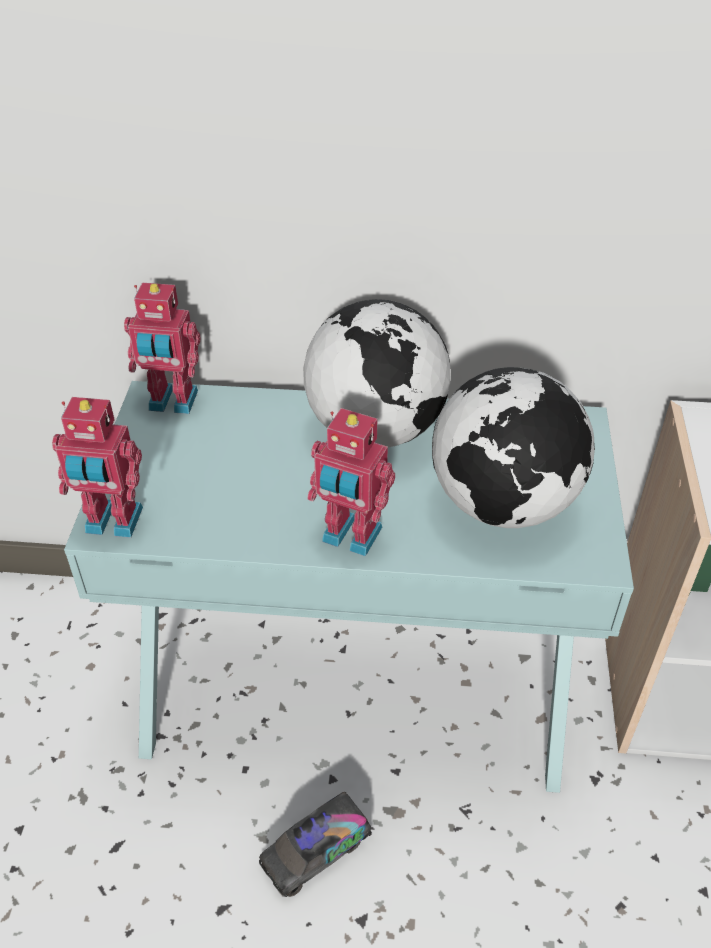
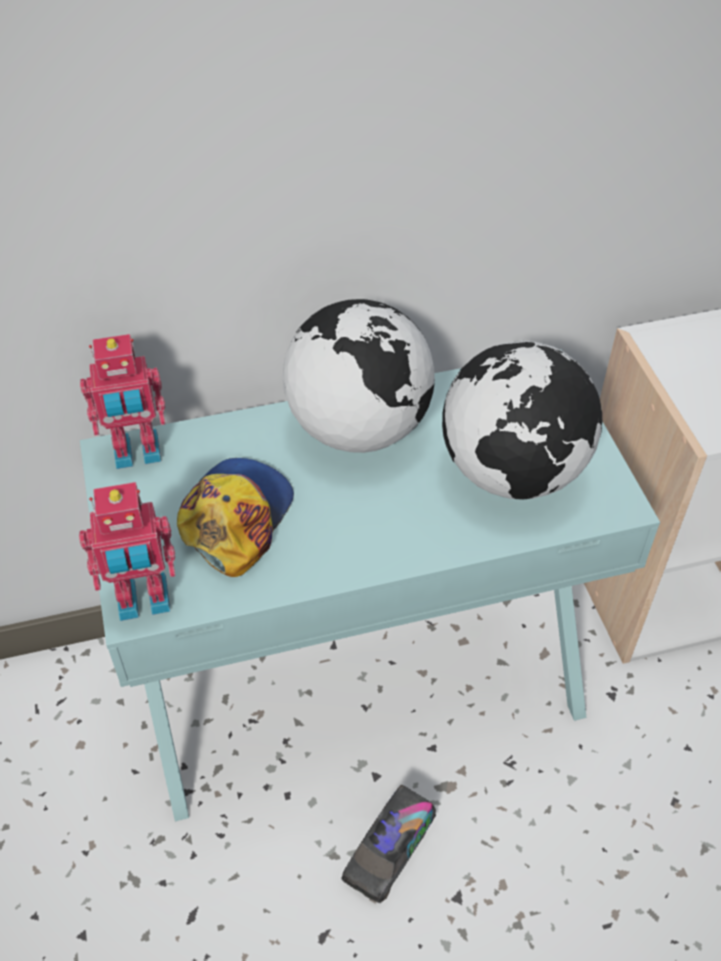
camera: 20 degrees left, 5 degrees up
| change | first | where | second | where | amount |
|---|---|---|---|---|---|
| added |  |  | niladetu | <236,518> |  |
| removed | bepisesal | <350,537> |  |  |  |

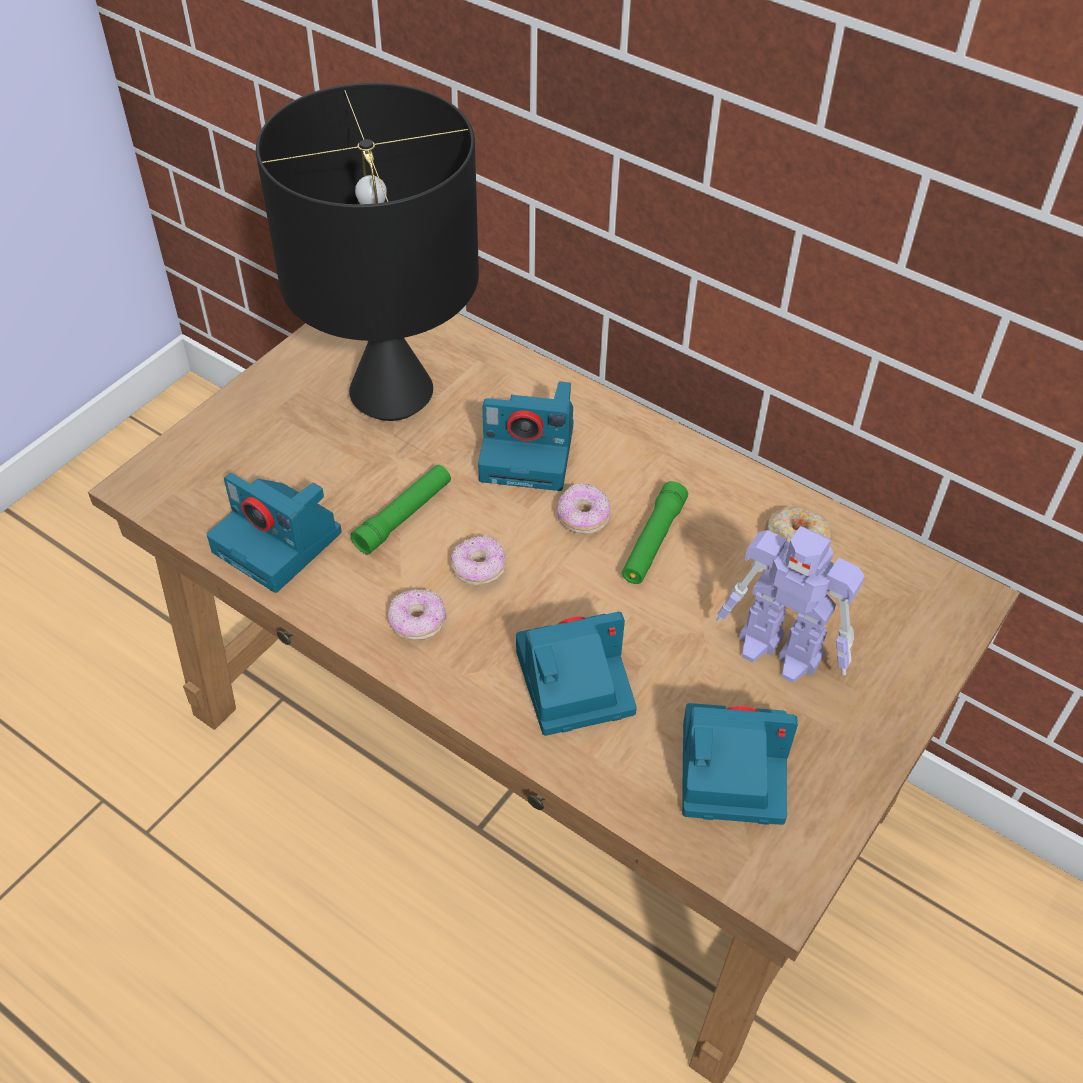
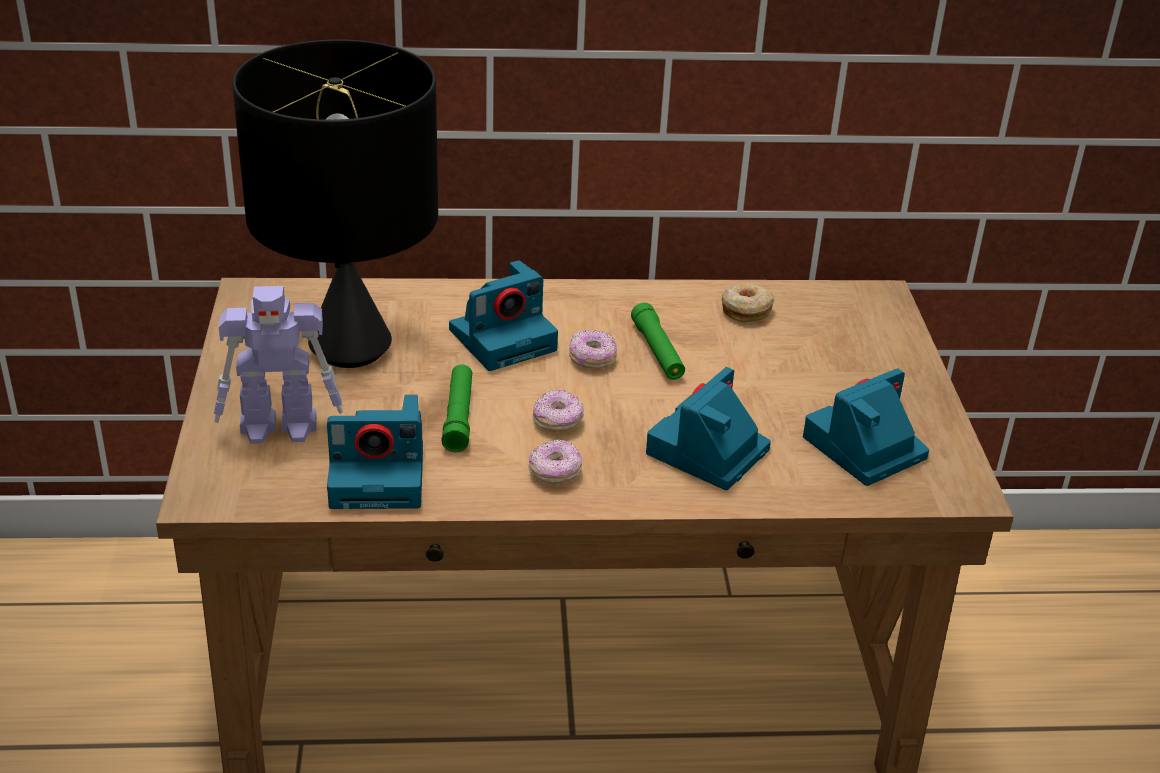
camera: 40 degrees left, 15 degrees down
| change | first | where | second | where | amount |
|---|---|---|---|---|---|
| moved | bepisesal | <781,652> |  | <281,427> |  |

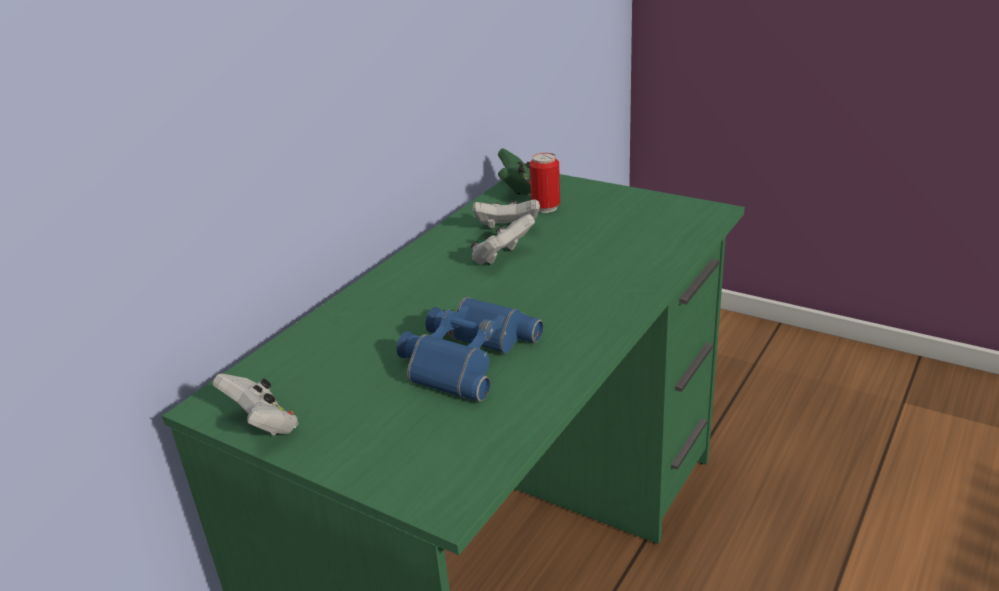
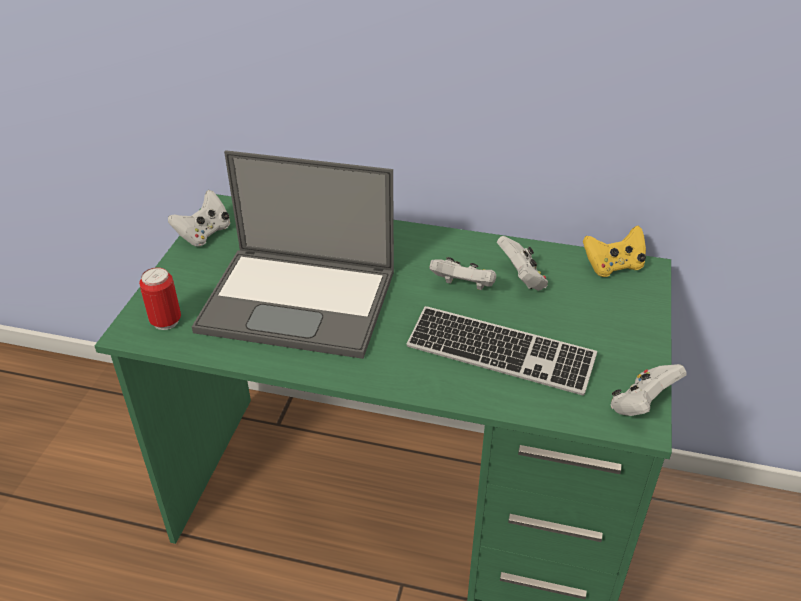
camera: 70 degrees right, 10 degrees up
| change | first | where | second | where | amount |
|---|---|---|---|---|---|
| moved | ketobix | <546,208> |  | <166,321> |  |
| replaced | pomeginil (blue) | <464,356> | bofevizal | <301,301> |  |
| added |  |  | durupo | <500,353> |  |
| recoloured | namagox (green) | <516,188> | namagox (yellow) | <613,266> |  |
| added |  |  | namagox (white) | <641,405> |  |

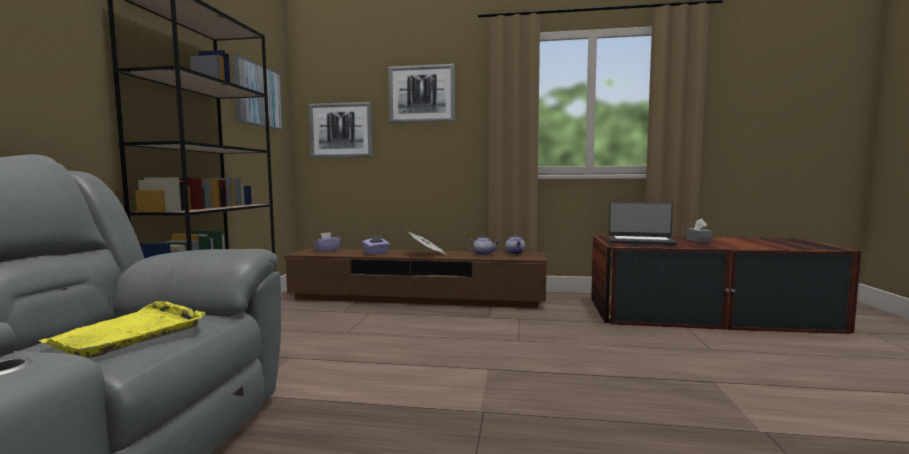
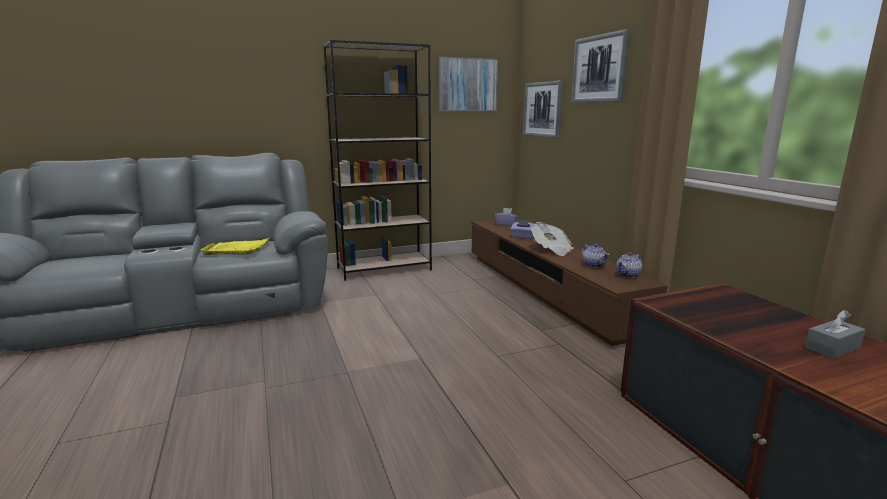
camera: 60 degrees right, 10 degrees up
| change | first | where | second | where | amount |
|---|---|---|---|---|---|
| removed | bofevizal | <641,241> |  |  |  |

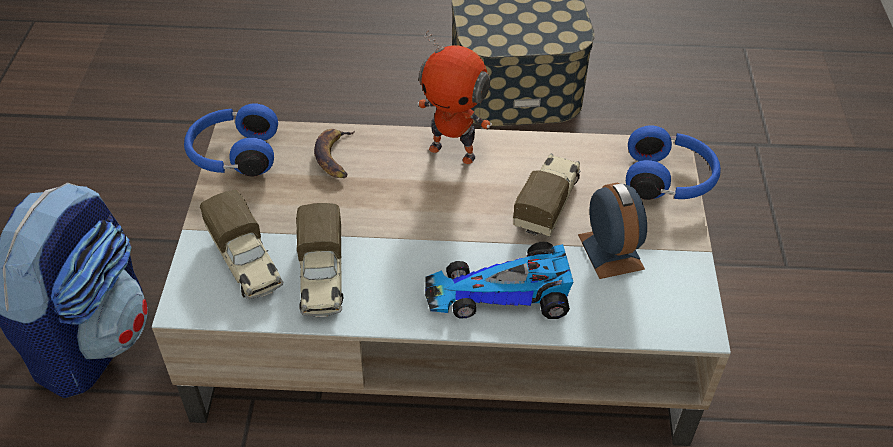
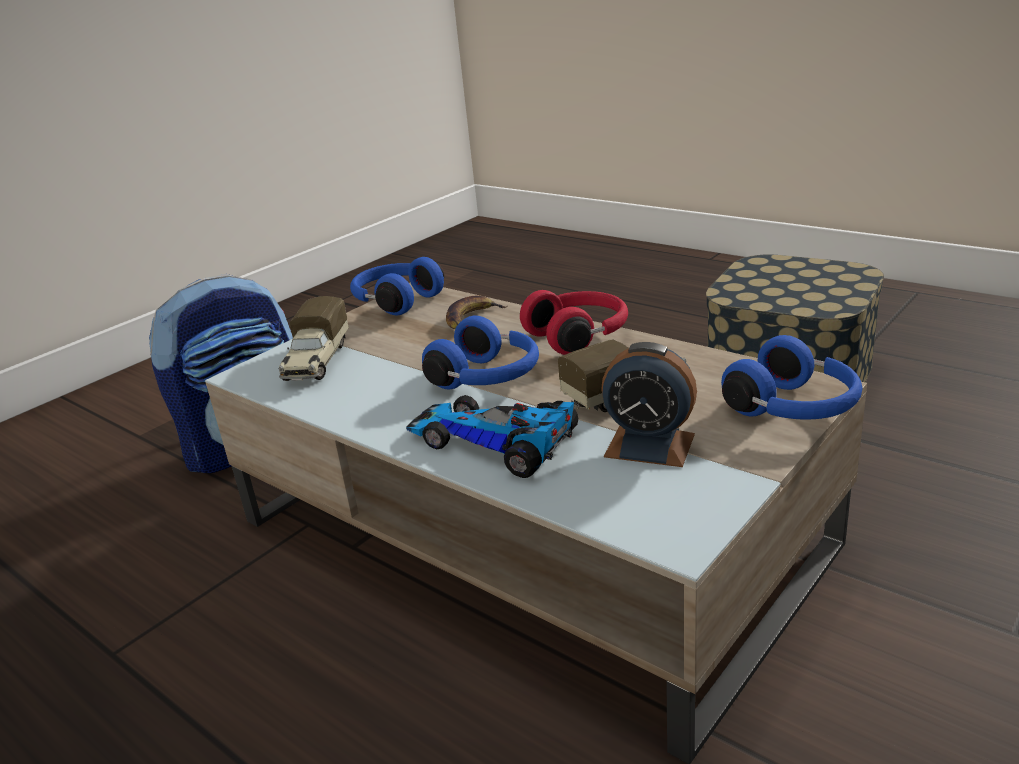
camera: 40 degrees right, 20 degrees down
| change | first | where | second | where | amount |
|---|---|---|---|---|---|
| added |  |  | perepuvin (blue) | <488,378> |  |
| replaced | bepisesal | <453,151> | perepuvin (red) | <579,336> |  |
| turned | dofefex | <610,252> |  | <649,445> | 90 degrees clockwise |
| removed | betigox | <322,277> |  |  |  |

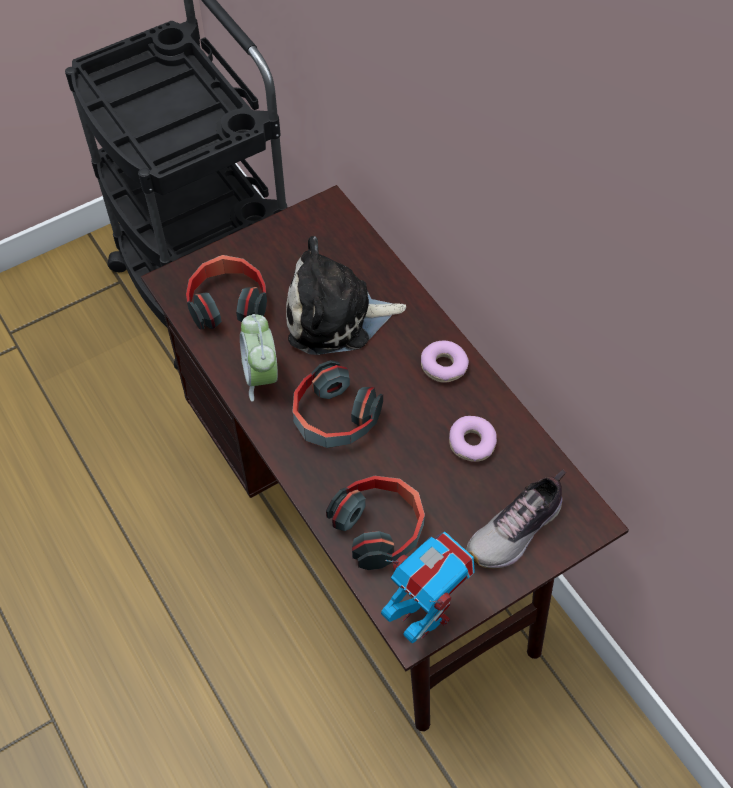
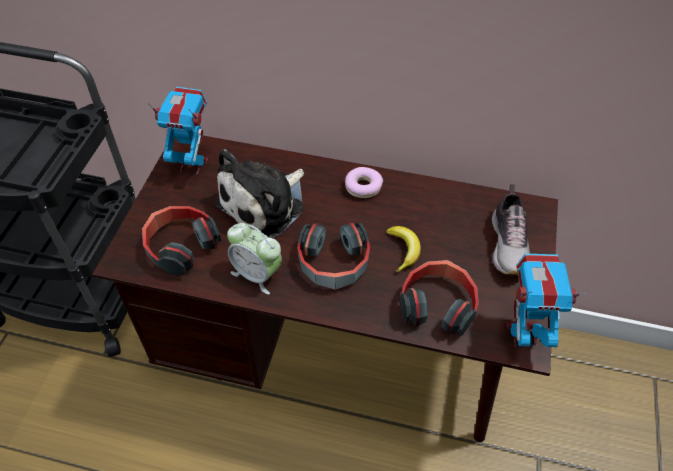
camera: 45 degrees left, 5 degrees down
| change | first | where | second | where | amount |
|---|---|---|---|---|---|
| added |  |  | bepisesal | <192,164> |  |
| added |  |  | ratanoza | <403,250> |  |
| removed | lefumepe | <471,443> |  |  |  |

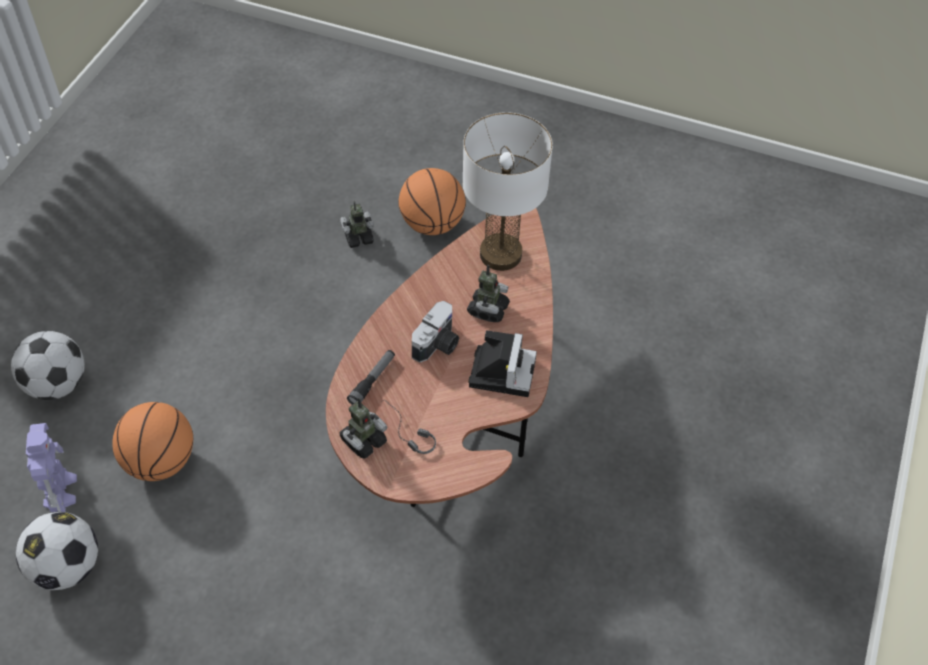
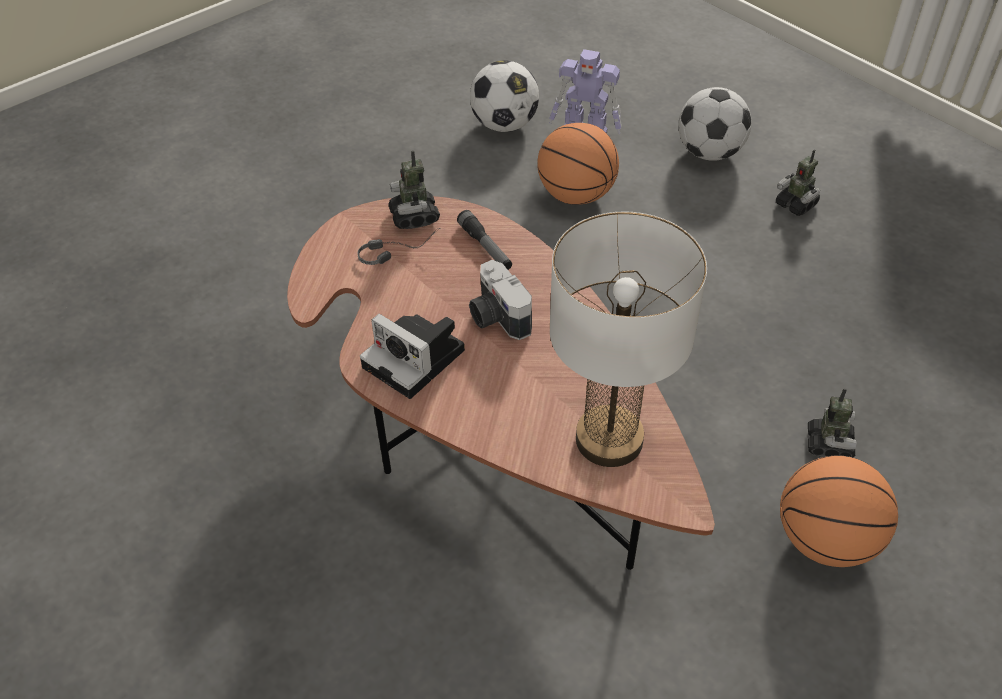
camera: 120 degrees right, 5 degrees down
| change | first | where | second | where | amount |
|---|---|---|---|---|---|
| moved | bepisesal | <488,310> |  | <796,205> |  |

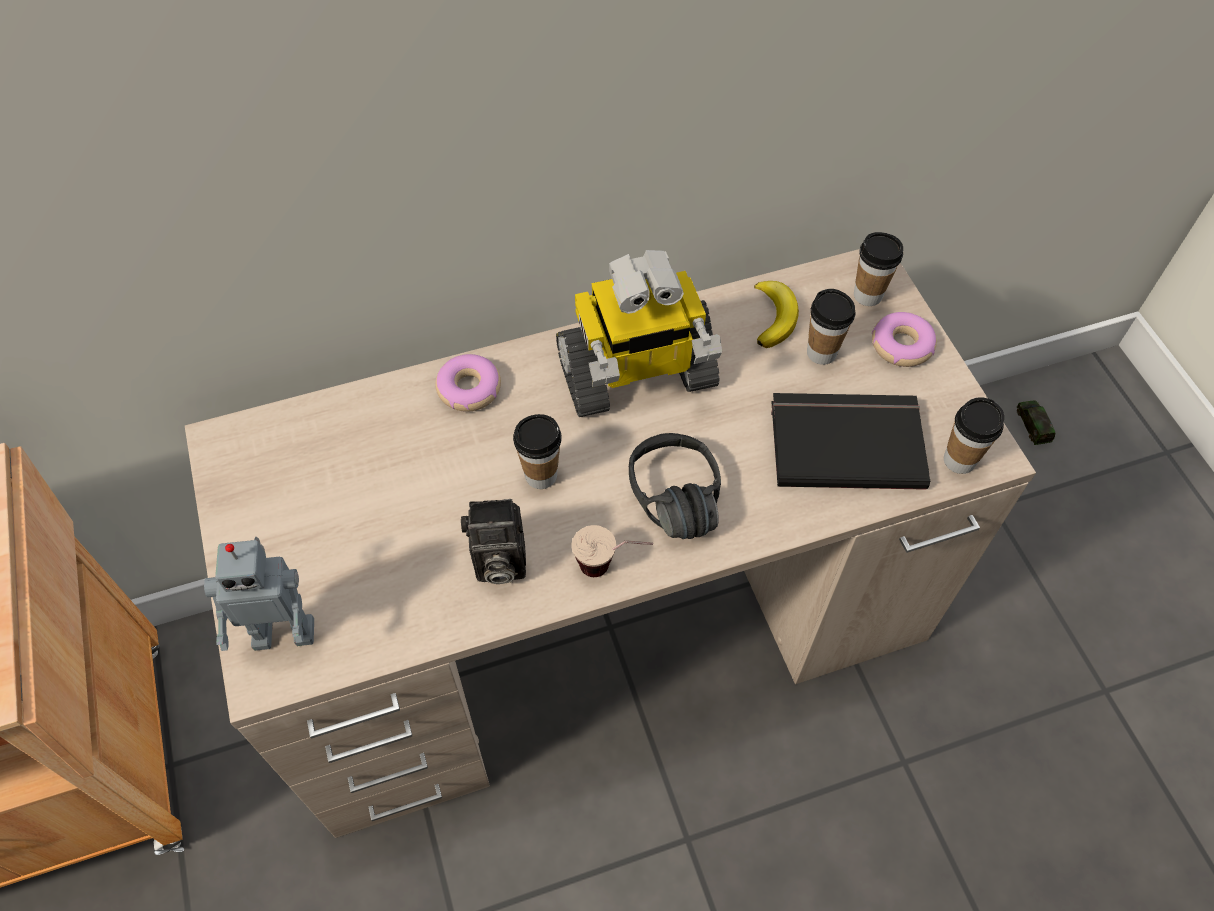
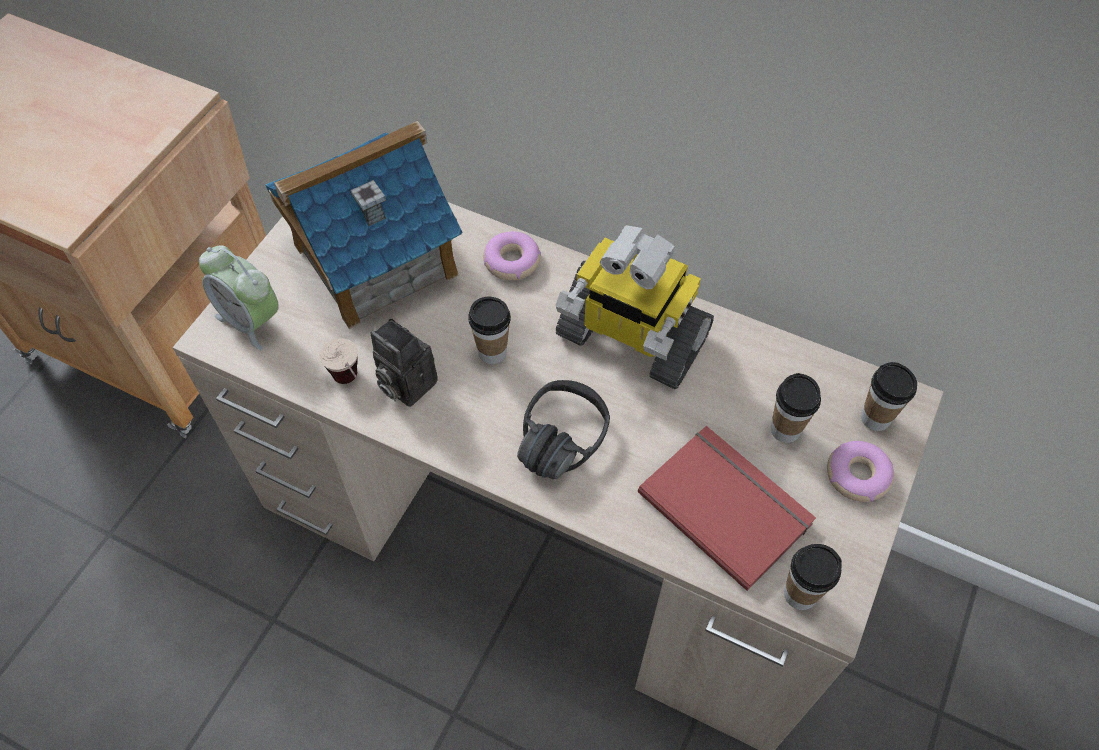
camera: 45 degrees right, 0 degrees up
| change | first | where | second | where | amount |
|---|---|---|---|---|---|
| replaced | bepisesal | <285,631> | dofefex | <251,320> |  |
| added |  |  | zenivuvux | <374,260> |  |
| moved | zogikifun | <611,568> |  | <351,385> |  |
| recoloured | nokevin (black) | <845,441> | nokevin (red) | <727,505> |  |
| removed | ratanoza | <774,317> |  |  |  |
| removed | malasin | <1033,426> |  |  |  |

